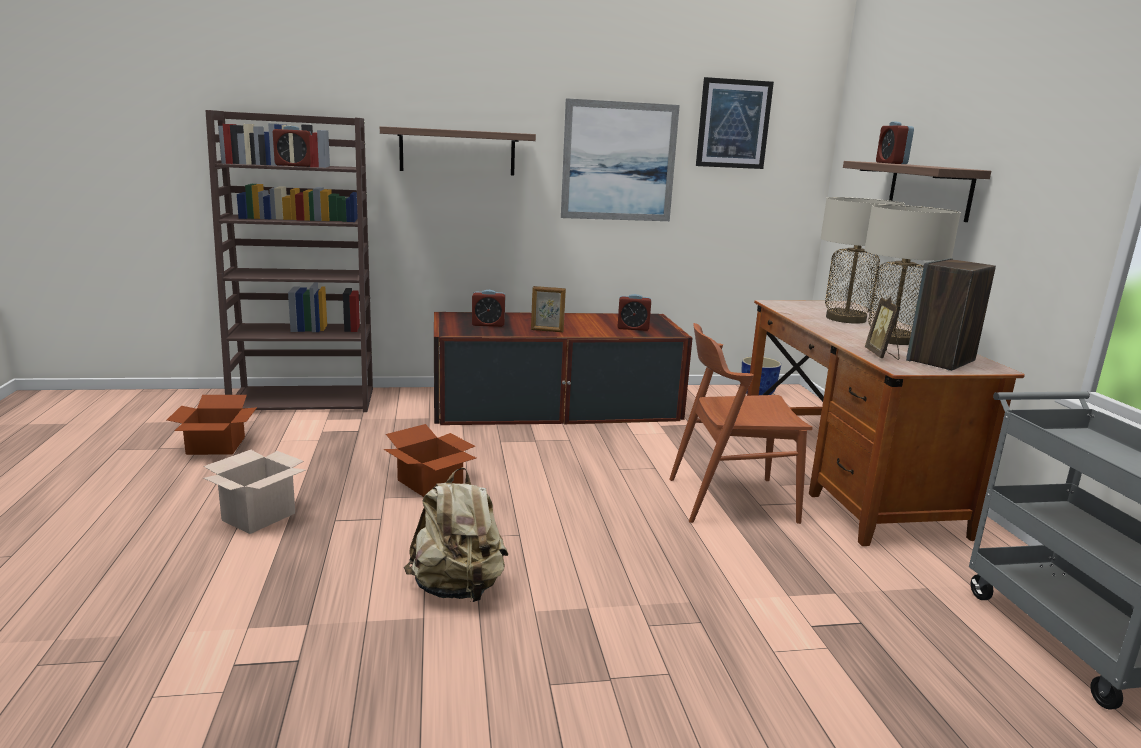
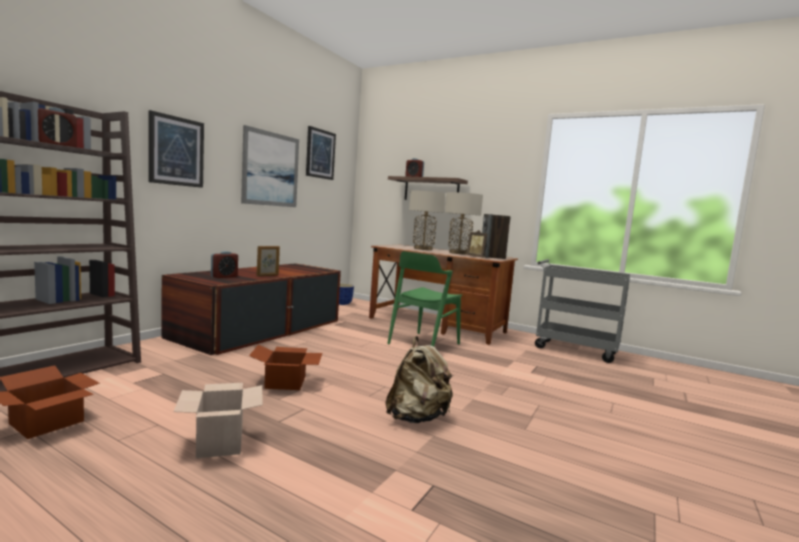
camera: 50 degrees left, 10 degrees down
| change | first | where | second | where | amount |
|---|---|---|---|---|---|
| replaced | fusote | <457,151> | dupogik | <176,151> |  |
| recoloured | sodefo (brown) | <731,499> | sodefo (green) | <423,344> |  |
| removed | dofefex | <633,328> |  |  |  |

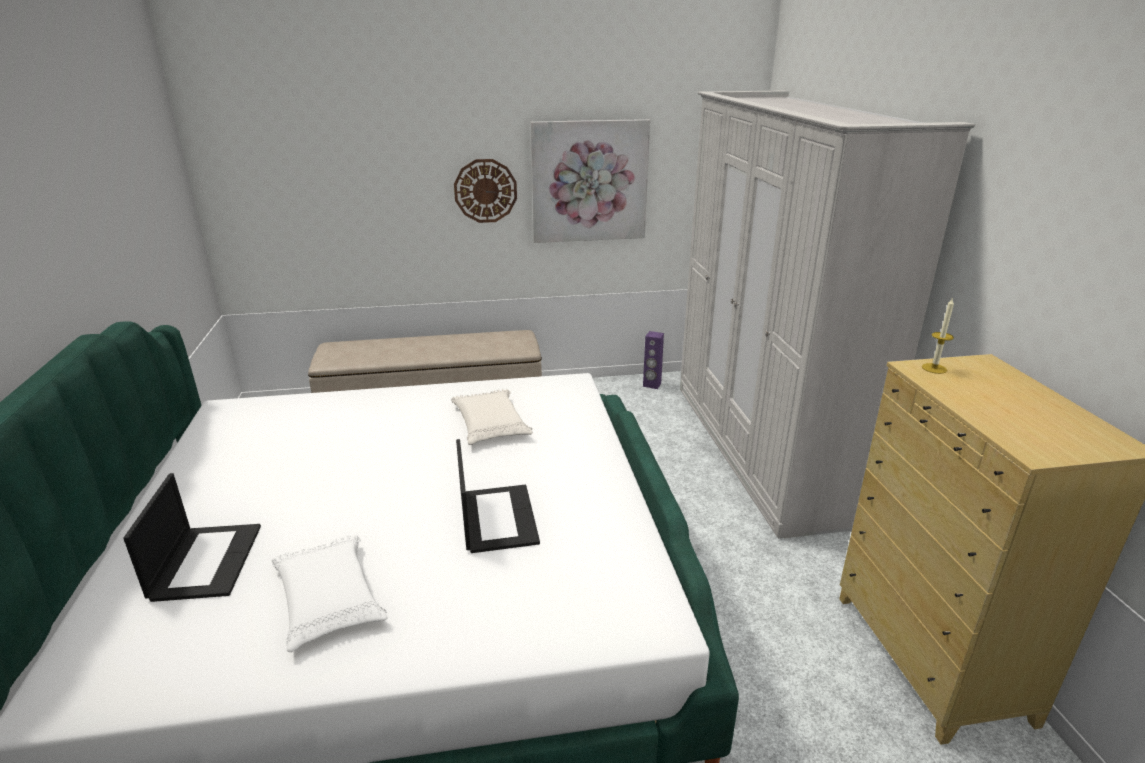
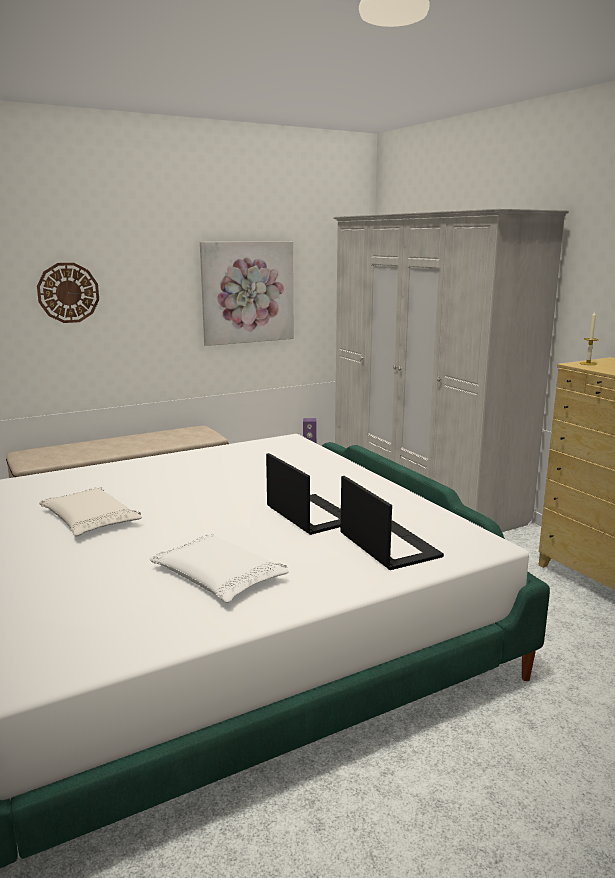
camera: 20 degrees left, 10 degrees down
| change | first | where | second | where | amount |
|---|---|---|---|---|---|
| moved | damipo | <485,191> |  | <68,292> |  |
| moved | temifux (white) | <490,422> |  | <90,518> |  |
| moved | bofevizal | <206,561> |  | <388,545> |  |

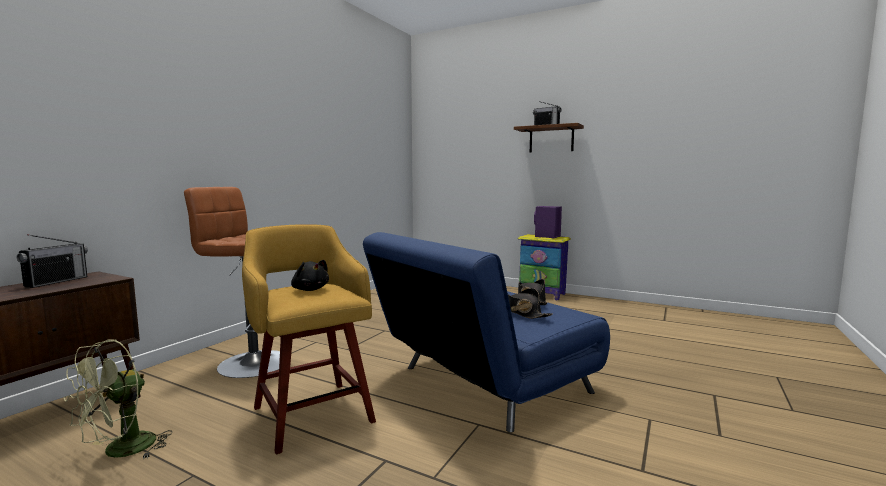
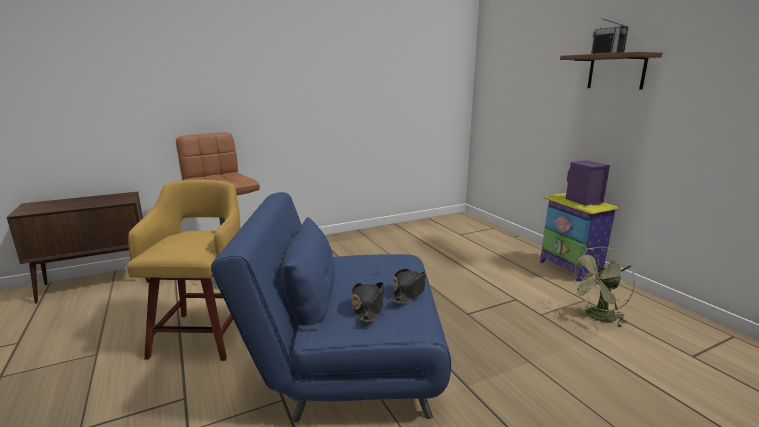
camera: 35 degrees right, 10 degrees up
| change | first | where | second | where | amount |
|---|---|---|---|---|---|
| moved | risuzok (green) | <121,451> |  | <597,317> |  |
| removed | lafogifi | <56,282> |  |  |  |
| removed | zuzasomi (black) | <310,289> |  |  |  |

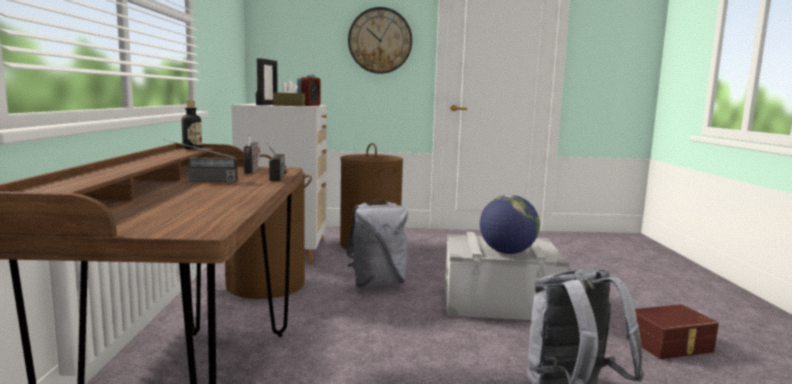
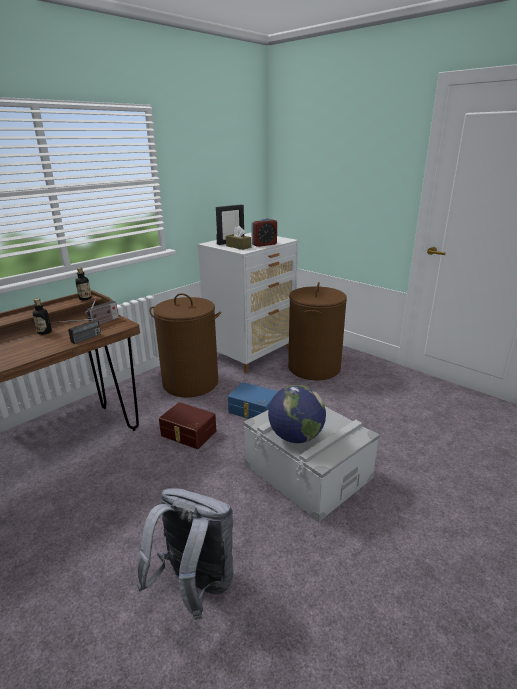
camera: 45 degrees right, 15 degrees up
| change | first | where | second | where | amount |
|---|---|---|---|---|---|
| replaced | lafogifi | <200,181> | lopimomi | <44,332> |  |
| moved | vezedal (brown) | <671,345> |  | <188,434> |  |
| replaced | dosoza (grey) | <377,283> | vezedal (blue) | <253,411> |  |
| removed | damipo | <380,40> |  |  |  |

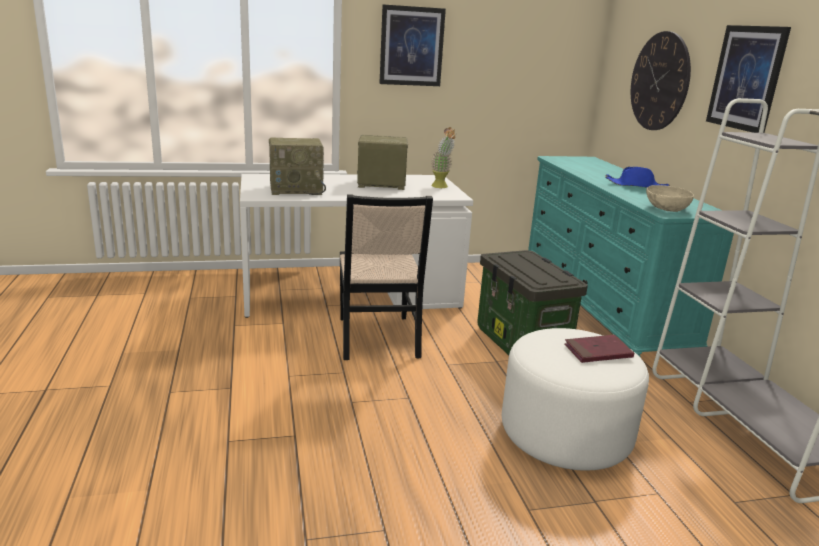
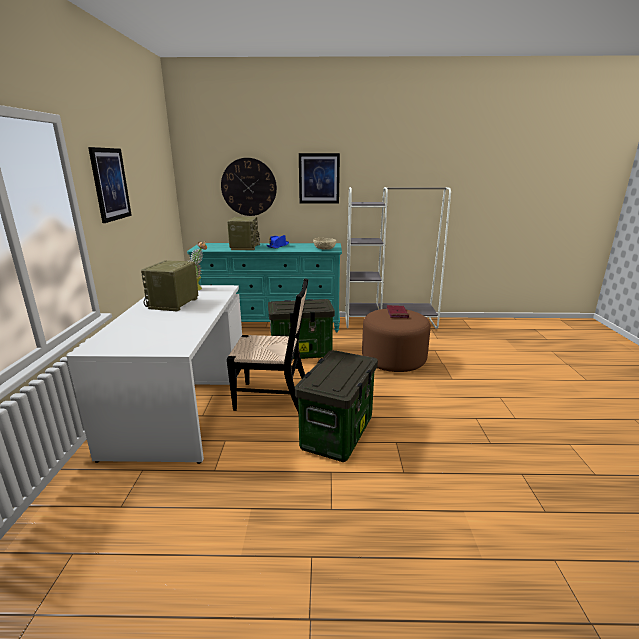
camera: 75 degrees left, 0 degrees up
| change | first | where | second | where | amount |
|---|---|---|---|---|---|
| moved | lafogifi | <297,189> |  | <244,247> |  |
| added |  |  | vezedal | <337,433> |  |
| recoloured | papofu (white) | <565,434> | papofu (brown) | <393,359> |  |

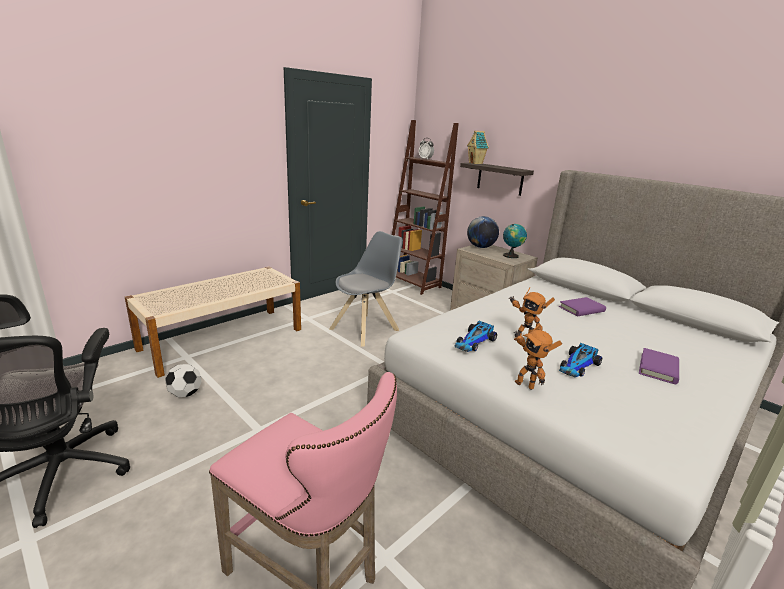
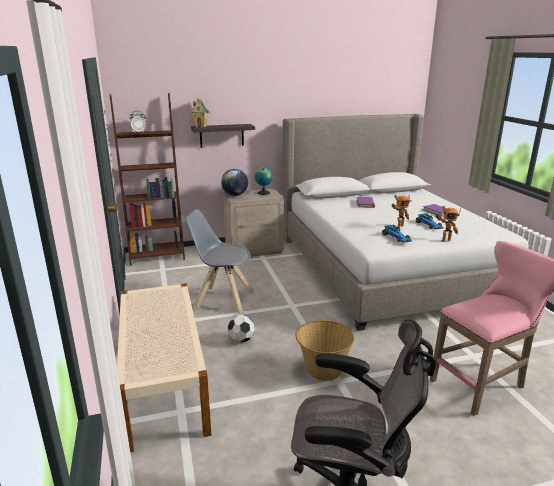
camera: 60 degrees left, 0 degrees up
| change | first | where | second | where | amount |
|---|---|---|---|---|---|
| turned | sodefo (grey) | <366,329> |  | <222,300> | 60 degrees counterclockwise |
| moved | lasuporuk | <185,394> |  | <241,340> |  |
| added |  |  | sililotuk | <323,369> |  |

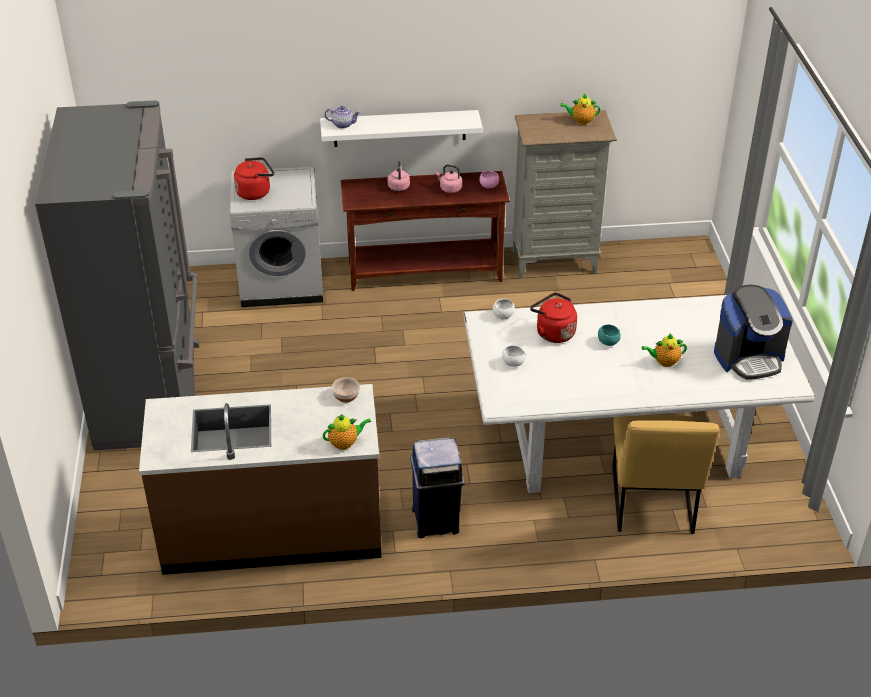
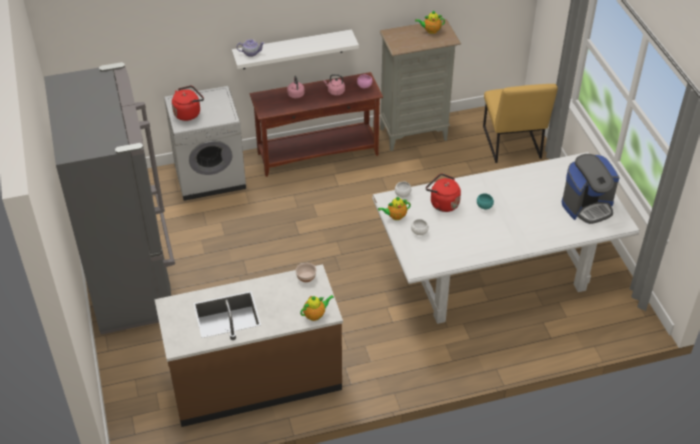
camera: 10 degrees left, 5 degrees up
| change | first | where | second | where | amount |
|---|---|---|---|---|---|
| moved | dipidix | <664,362> |  | <395,216> |  |
| moved | sodefo (yellow) | <651,501> |  | <511,143> |  |
| removed | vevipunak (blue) | <436,520> |  |  |  |

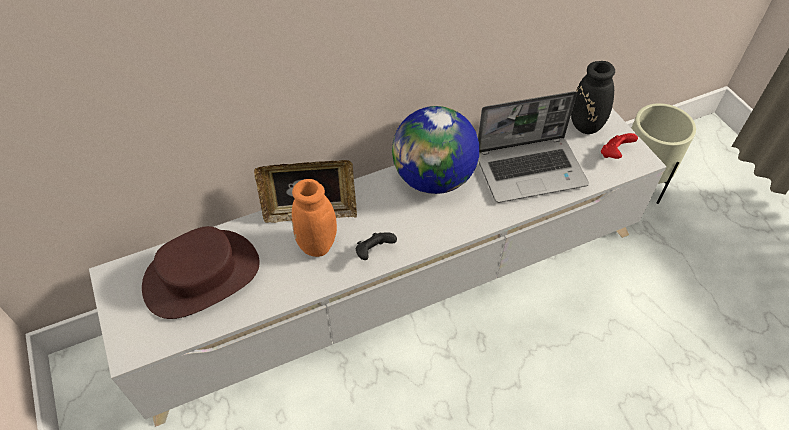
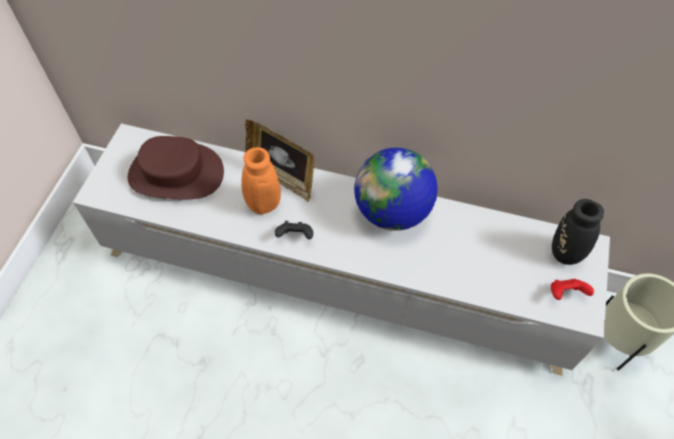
camera: 40 degrees right, 5 degrees up
| change | first | where | second | where | amount |
|---|---|---|---|---|---|
| removed | bofevizal | <531,169> |  |  |  |

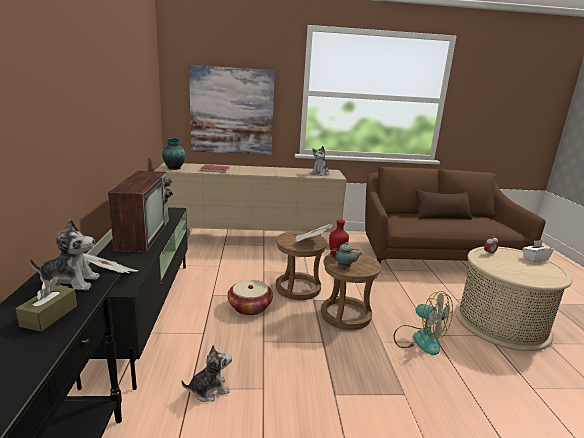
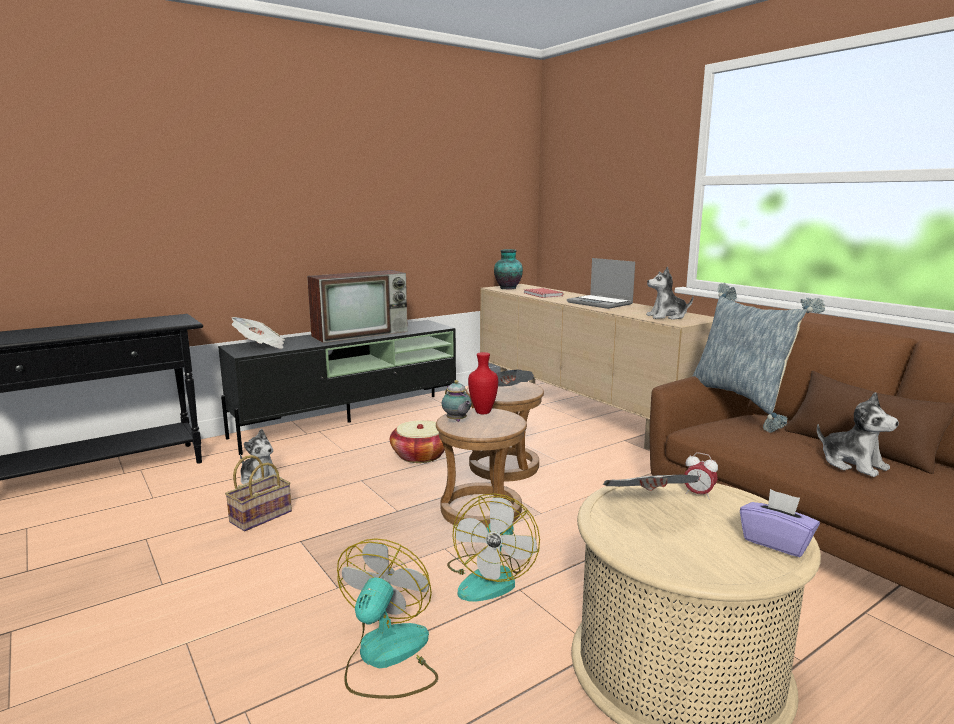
camera: 60 degrees right, 5 degrees down
| change | first | where | second | where | amount |
|---|---|---|---|---|---|
| added |  |  | sililotuk | <261,516> |  |
| added |  |  | risuzok | <386,658> |  |
| added |  |  | bofevizal | <601,303> |  |
| added |  |  | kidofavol | <647,505> |  |
| added |  |  | temifux | <740,412> |  |
| recoloured | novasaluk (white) | <535,258> | novasaluk (purple) | <776,542> |  |
| moved | zuzasomi | <70,283> |  | <853,464> |  |
| removed | novasaluk (brown) | <49,316> |  |  |  |
| removed | dupogik | <232,111> |  |  |  |

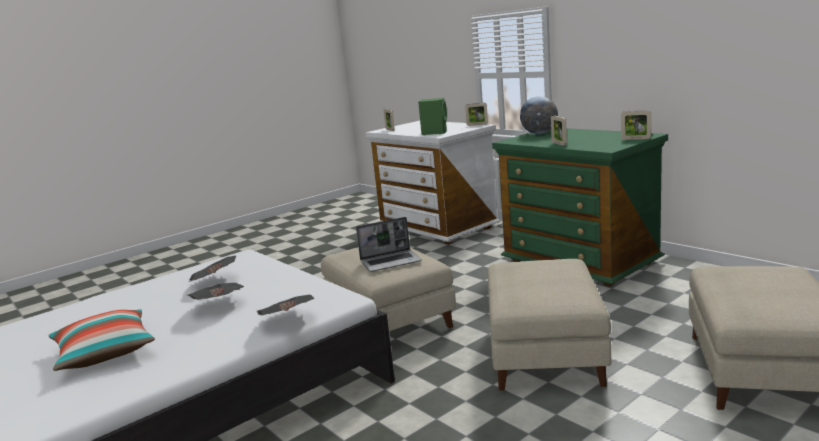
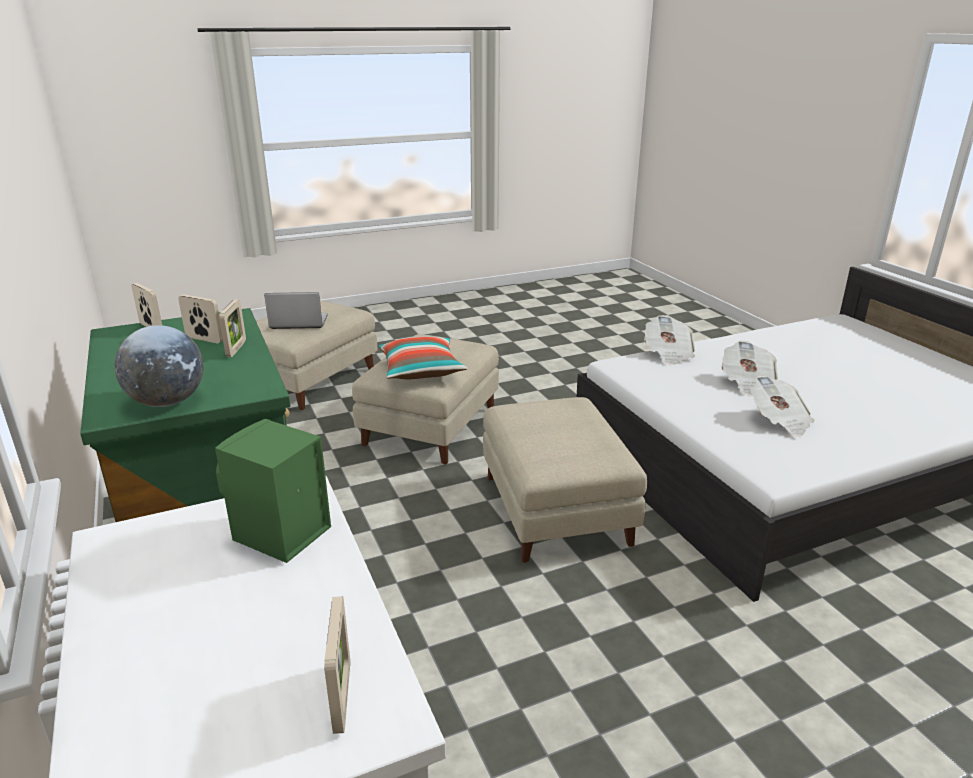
camera: 165 degrees left, 10 degrees up
| change | first | where | second | where | amount |
|---|---|---|---|---|---|
| moved | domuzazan | <477,125> |  | <204,339> |  |
| moved | bofevizal | <391,262> |  | <298,322> |  |
| moved | temifux | <105,352> |  | <421,370> |  |

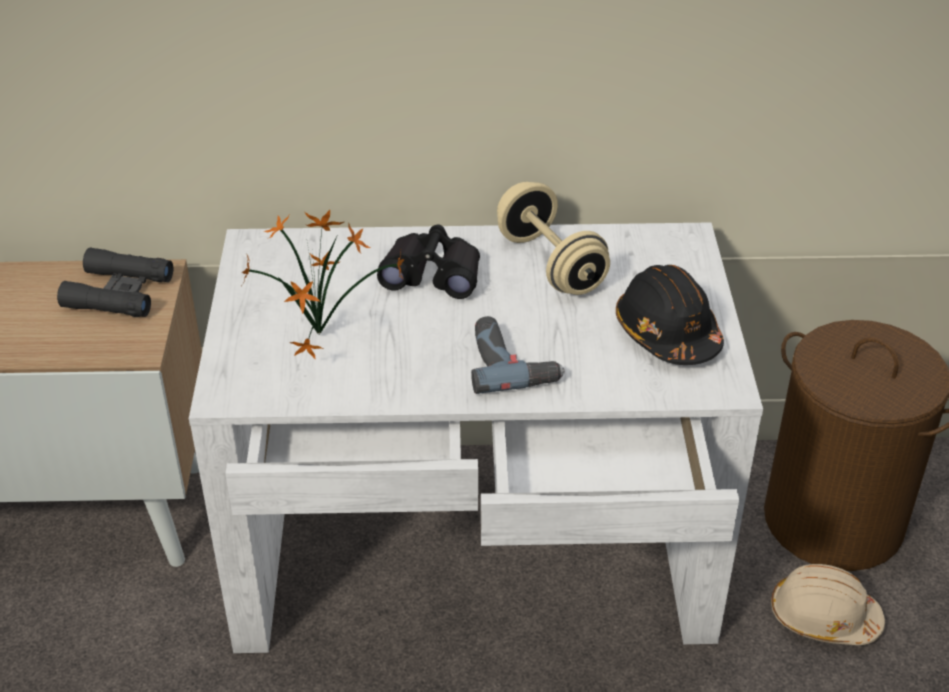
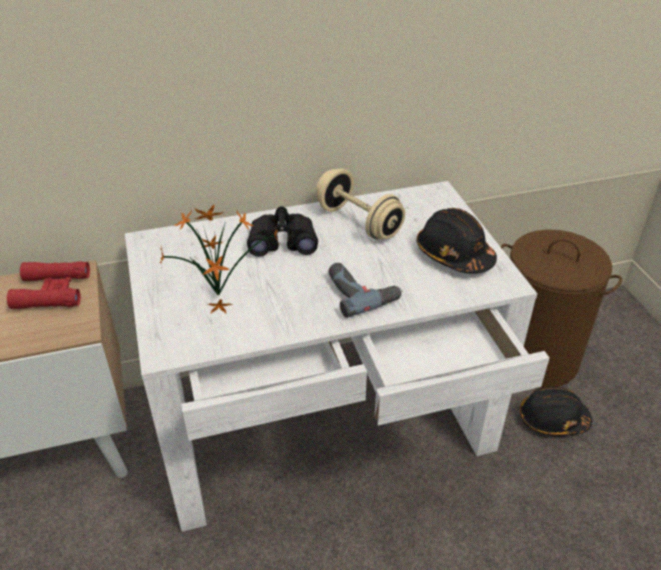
camera: 15 degrees left, 0 degrees up
| change | first | where | second | where | amount |
|---|---|---|---|---|---|
| recoloured | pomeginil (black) | <119,292> | pomeginil (red) | <52,291> |  |
| recoloured | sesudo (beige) | <823,617> | sesudo (black) | <552,420> |  |

